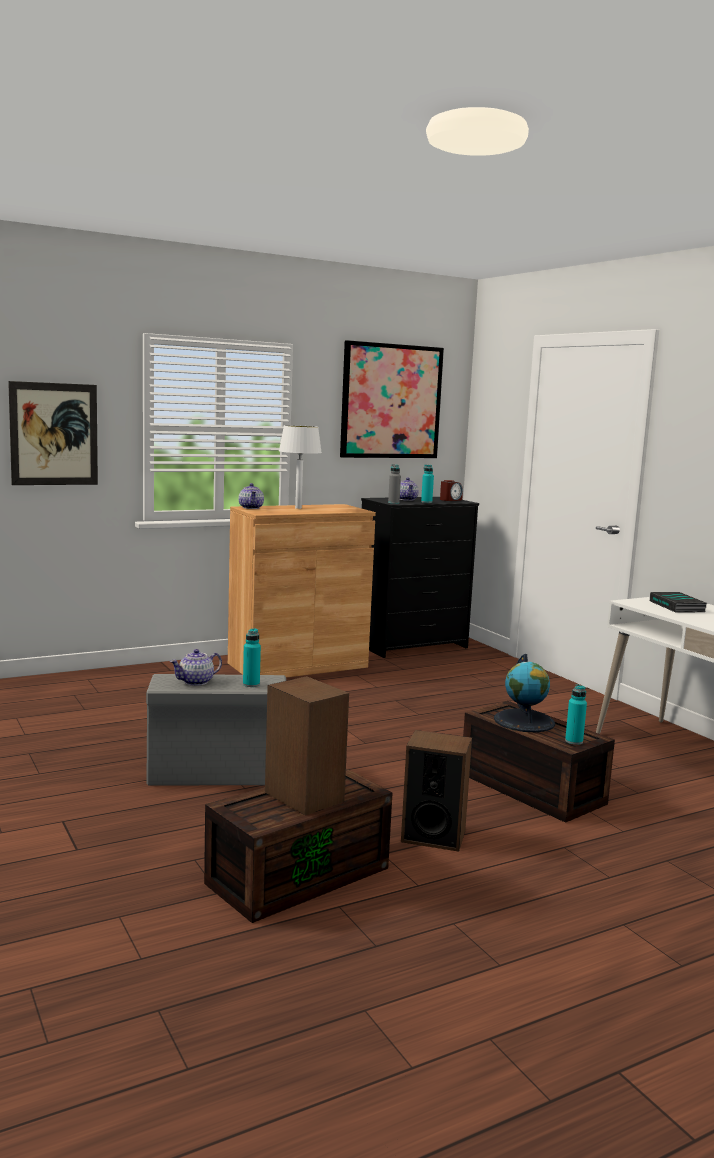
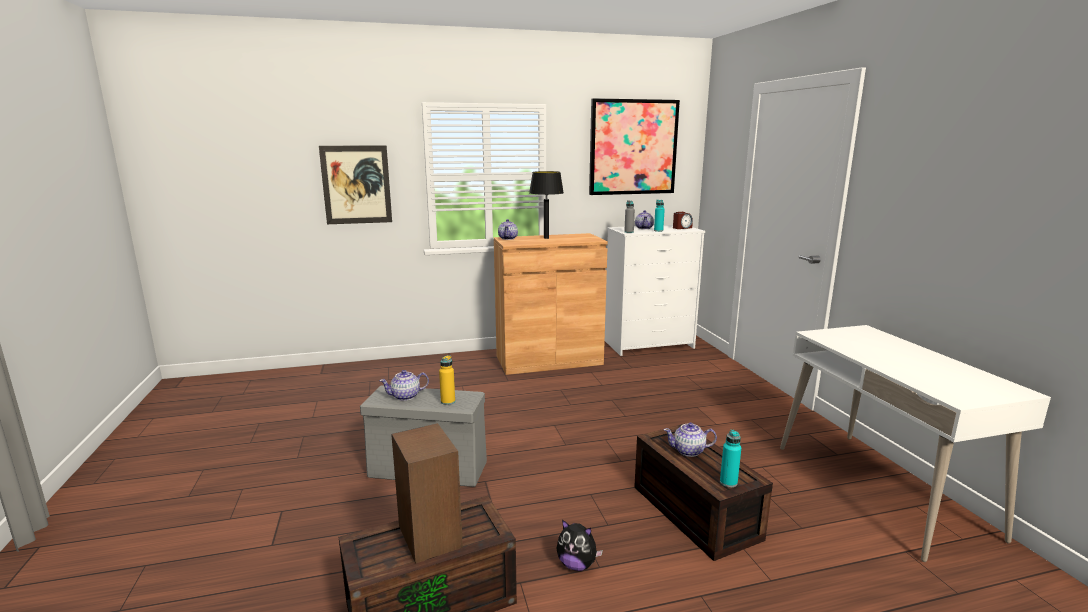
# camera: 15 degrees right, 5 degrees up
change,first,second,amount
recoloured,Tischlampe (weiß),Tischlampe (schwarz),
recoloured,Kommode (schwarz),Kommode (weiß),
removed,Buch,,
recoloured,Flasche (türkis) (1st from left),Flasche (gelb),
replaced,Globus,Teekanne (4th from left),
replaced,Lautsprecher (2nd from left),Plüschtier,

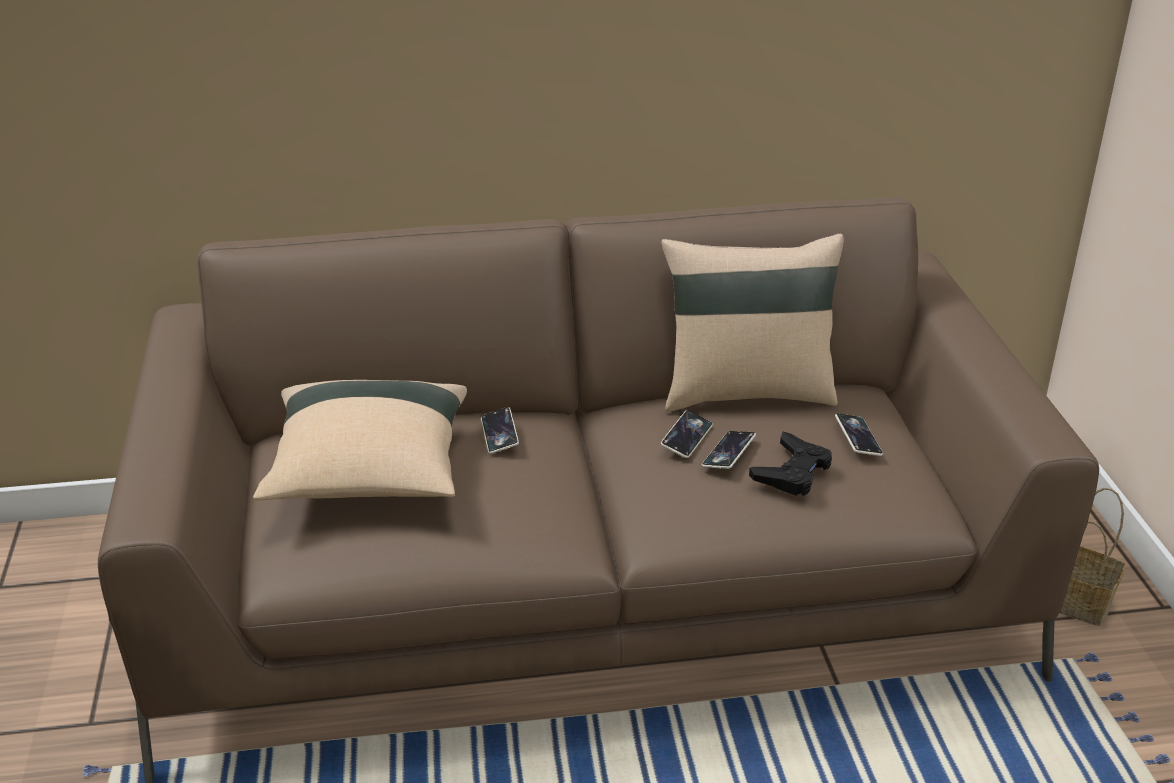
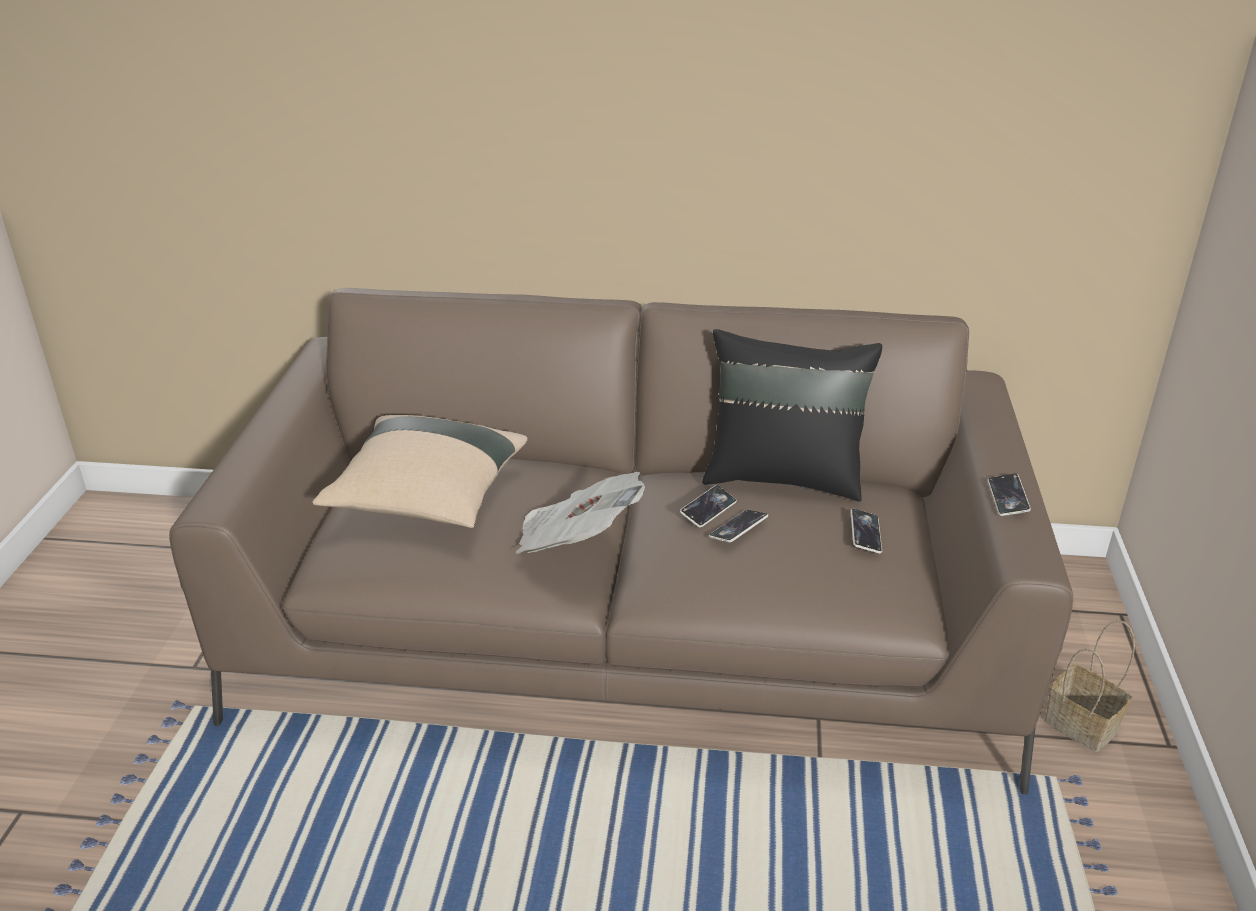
# camera: 15 degrees right, 0 degrees up
change,first,second,amount
recoloured,Kissen (beige) (2nd from left),Kissen (schwarz),
moved,Handy (1st from left in the first image),Handy (4th from left),
removed,Gamepad (schwarz),,
added,,Zeitung,

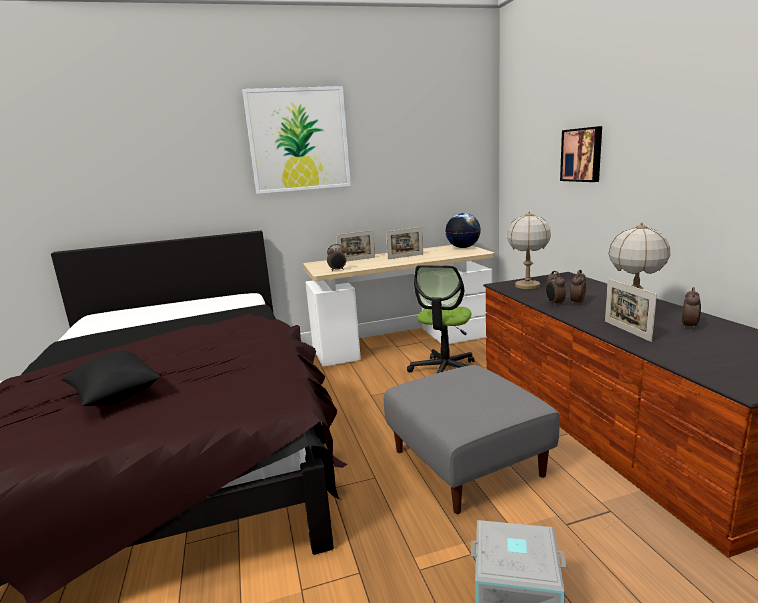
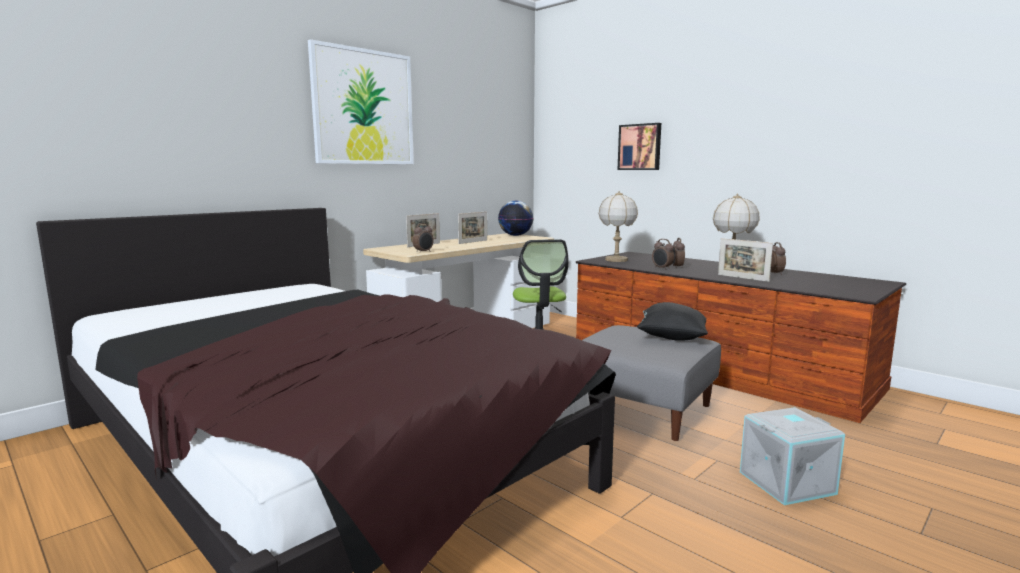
# camera: 30 degrees left, 5 degrees down
change,first,second,amount
moved,Kissen (schwarz),,

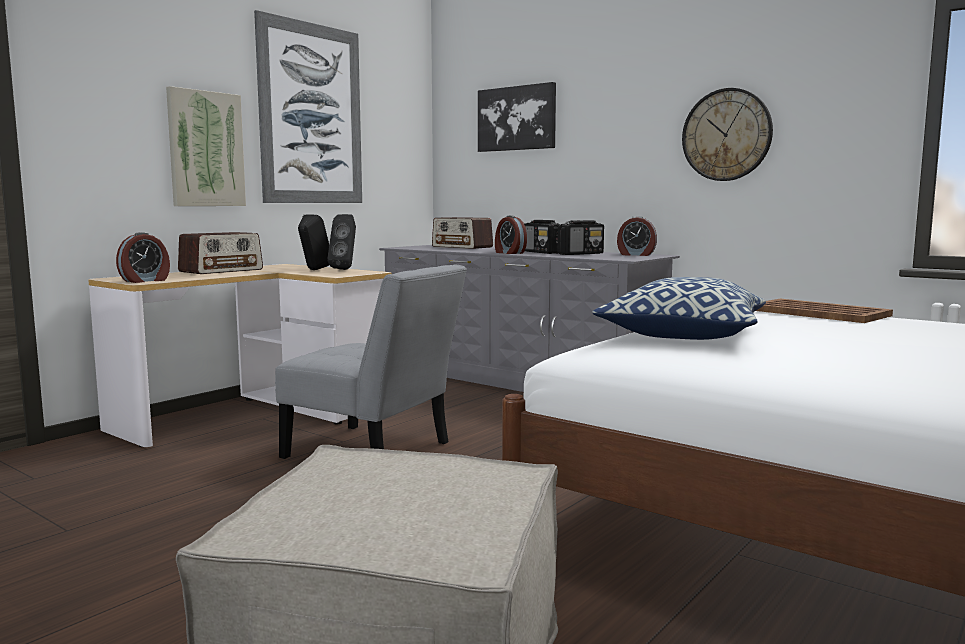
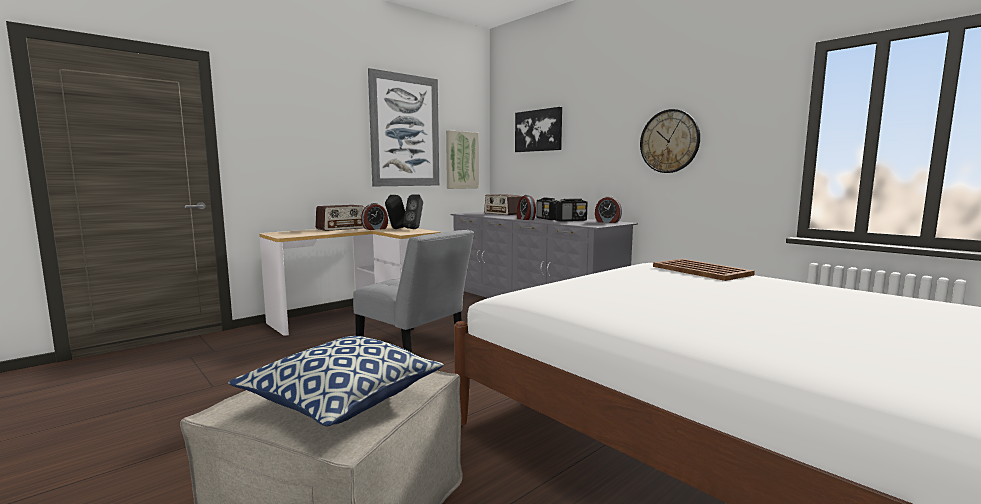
# camera: 10 degrees right, 0 degrees up
change,first,second,amount
moved,Bild (1st from left in the first image),Bild (2nd from left),
moved,Wecker (1st from left),,
moved,Kissen,,

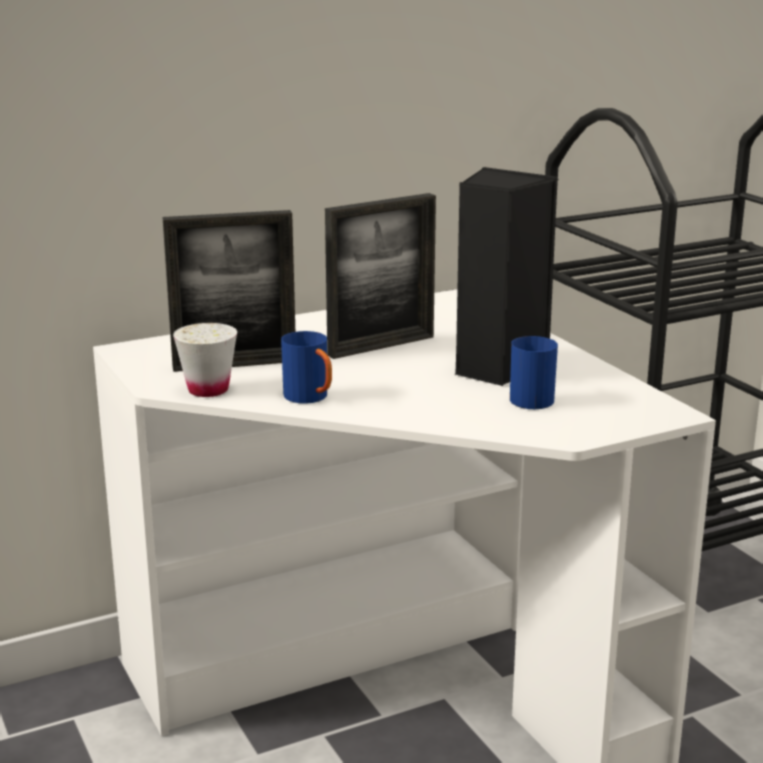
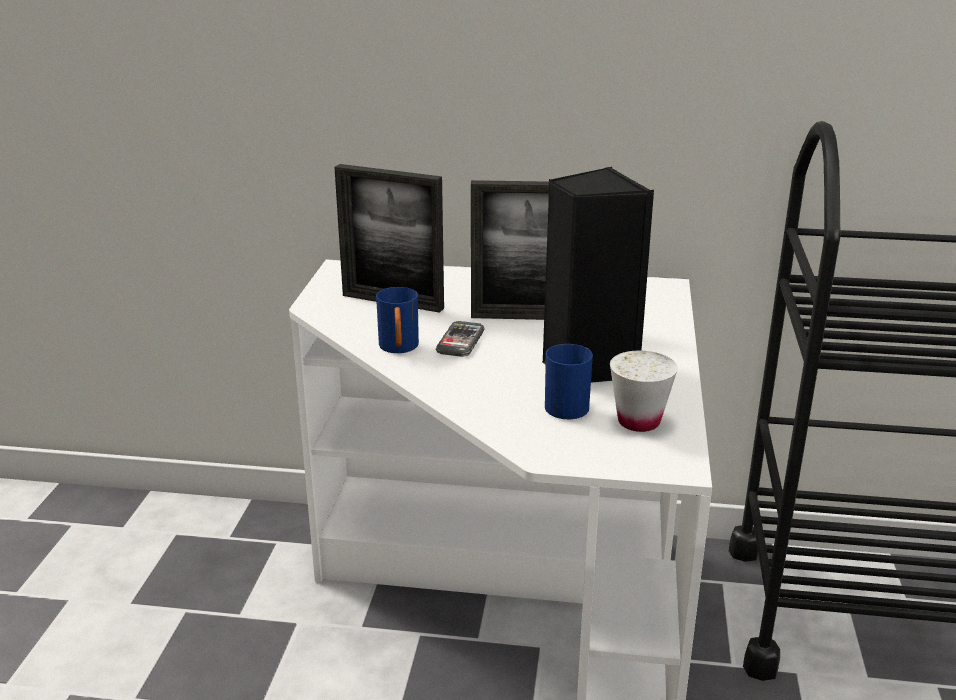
# camera: 35 degrees right, 5 degrees up
change,first,second,amount
moved,Tasse (weiß),,
added,,Handy,

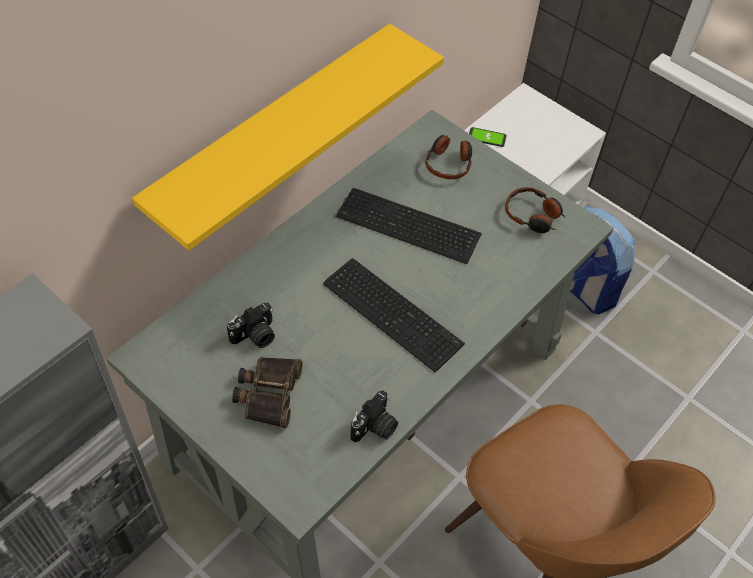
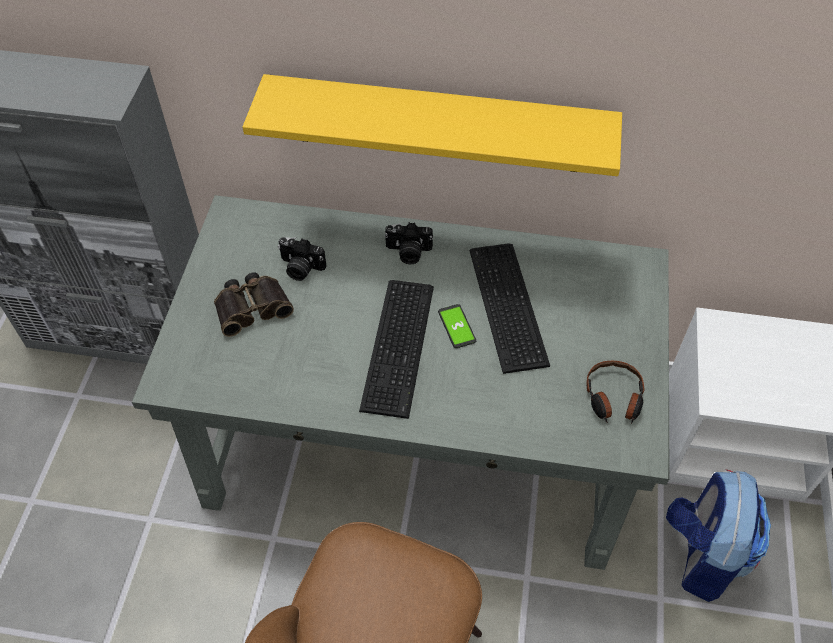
# camera: 60 degrees right, 0 degrees up
change,first,second,amount
moved,Handy,,
removed,Kopfhörer (1st from left),,
moved,Kamera (2nd from left),,

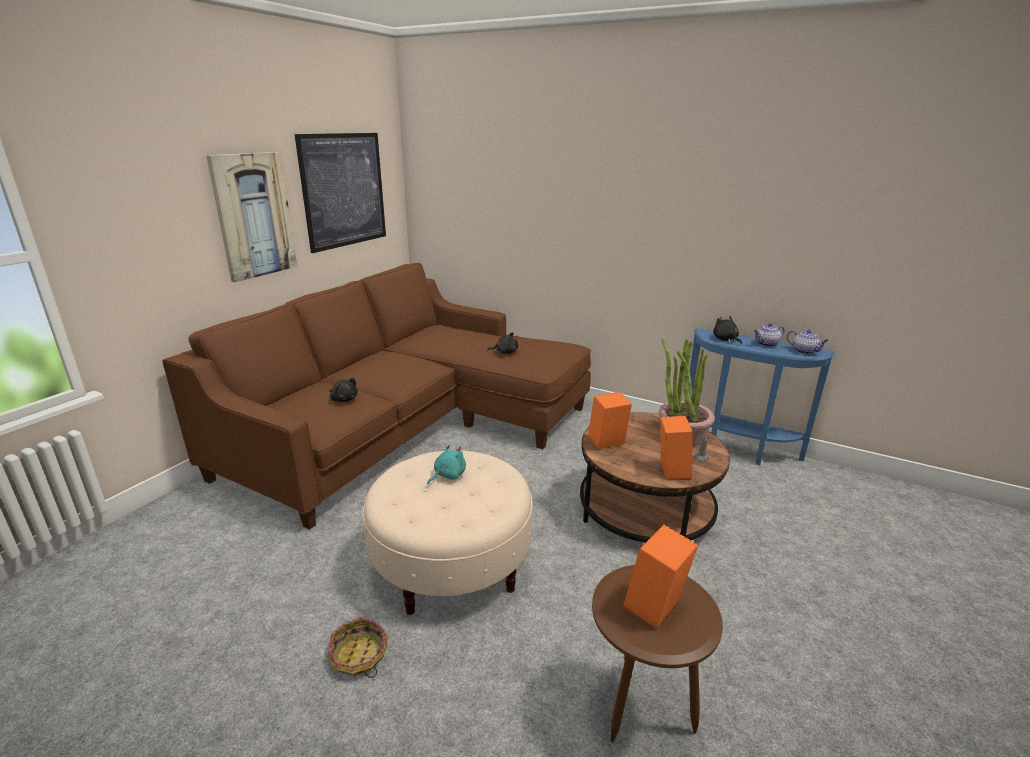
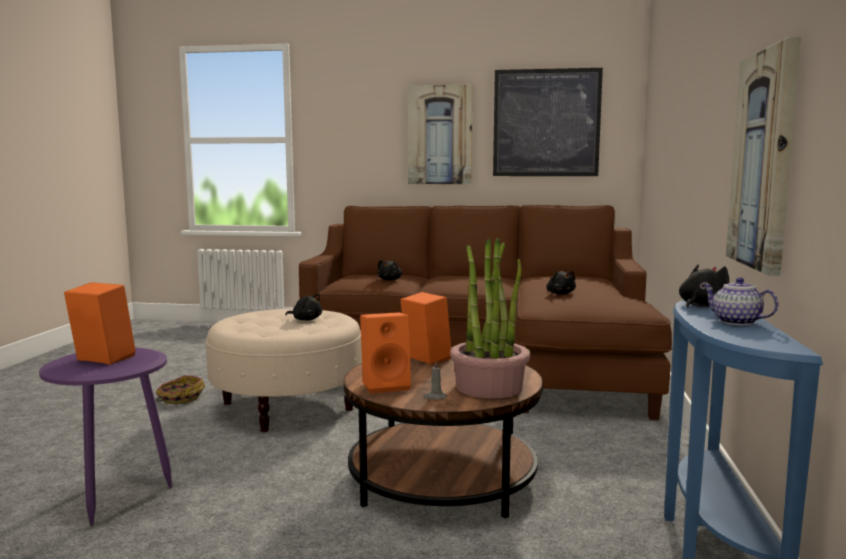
# camera: 70 degrees right, 15 degrees down
change,first,second,amount
removed,Teekanne (2nd from left),,
recoloured,Plüschtier (türkis),Plüschtier (schwarz) (1st from left),
recoloured,Beistelltisch (braun),Beistelltisch (lila),
added,,Bild (3rd from left),

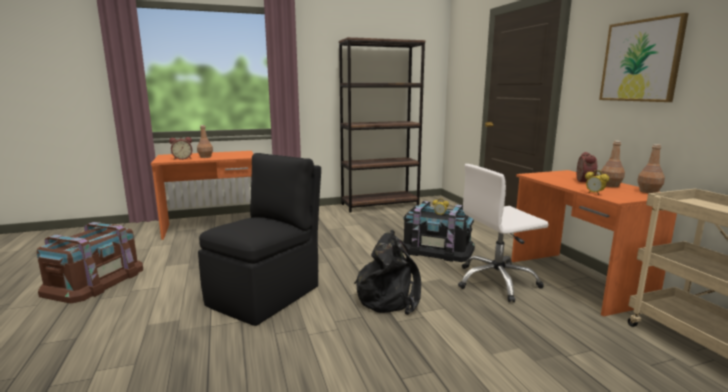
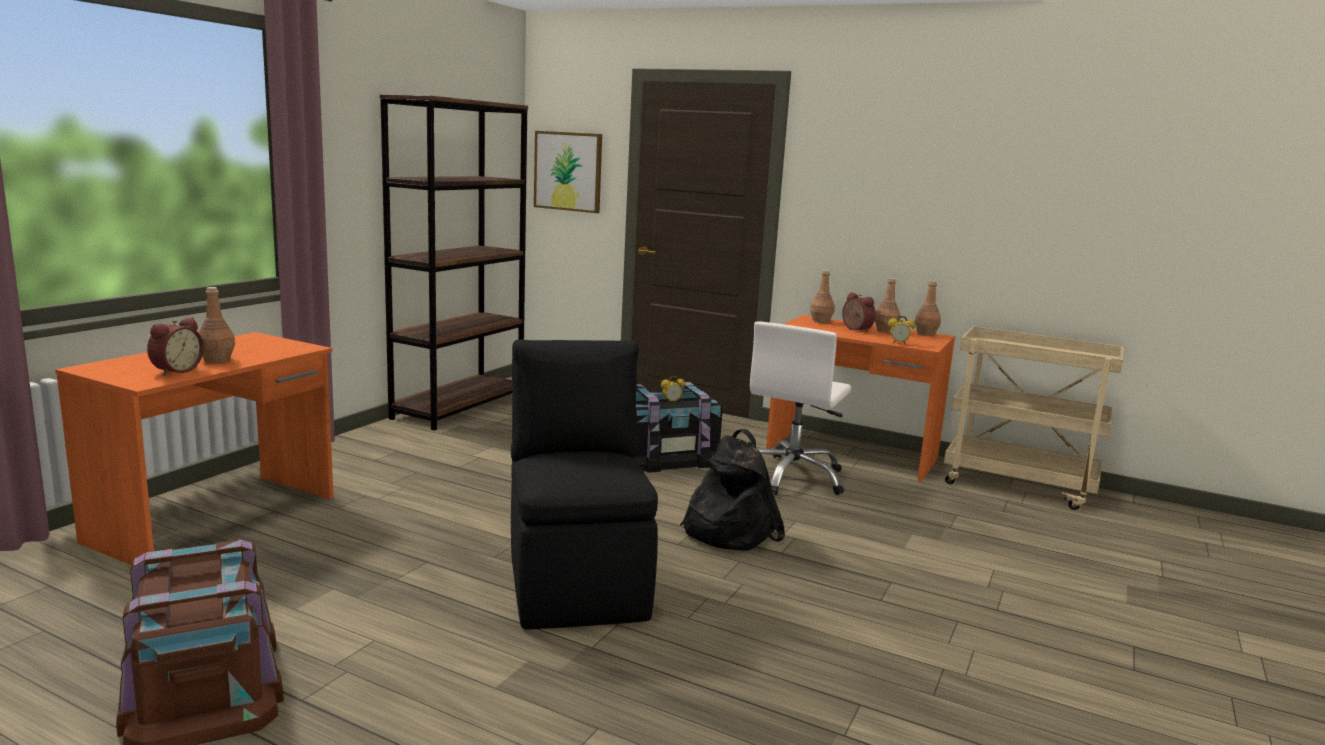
# camera: 45 degrees left, 0 degrees up
change,first,second,amount
moved,Bild,,
added,,Flasche (braun) (2nd from left),

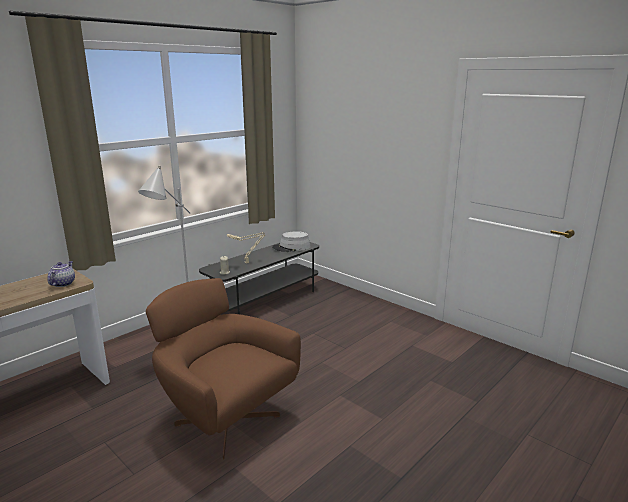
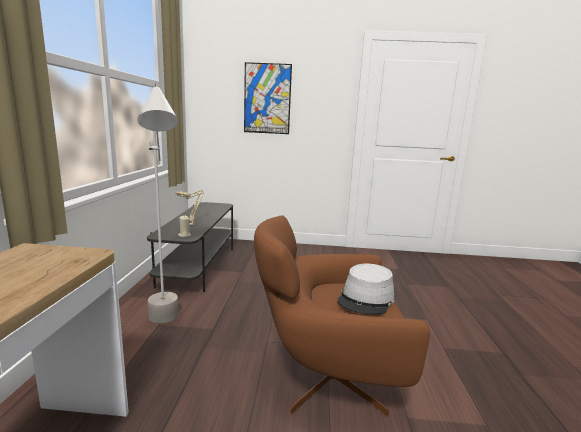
# camera: 40 degrees left, 5 degrees down
change,first,second,amount
moved,Hut (grau),,
removed,Teekanne,,
added,,Bild,

